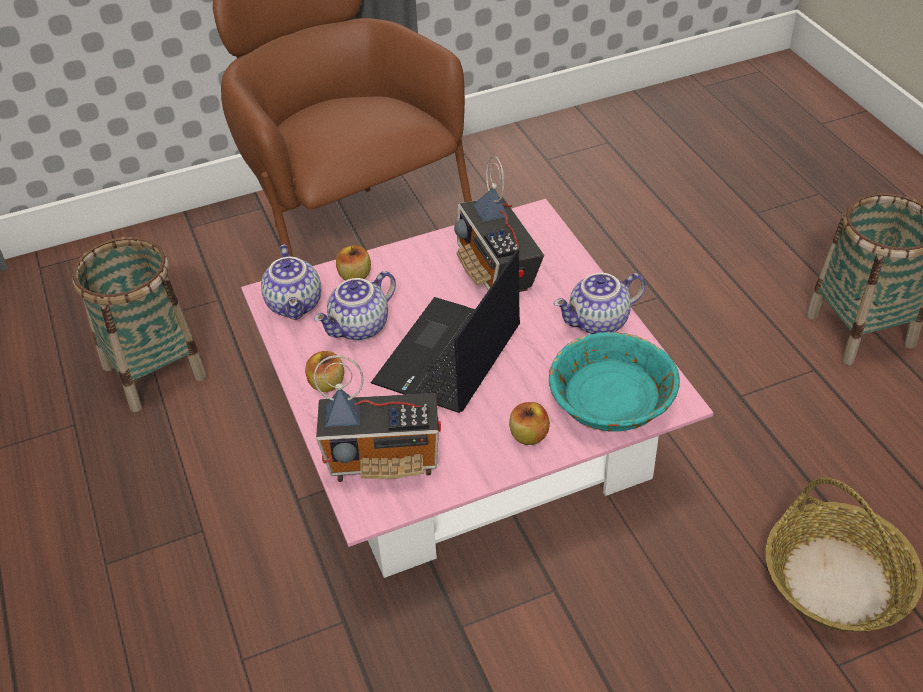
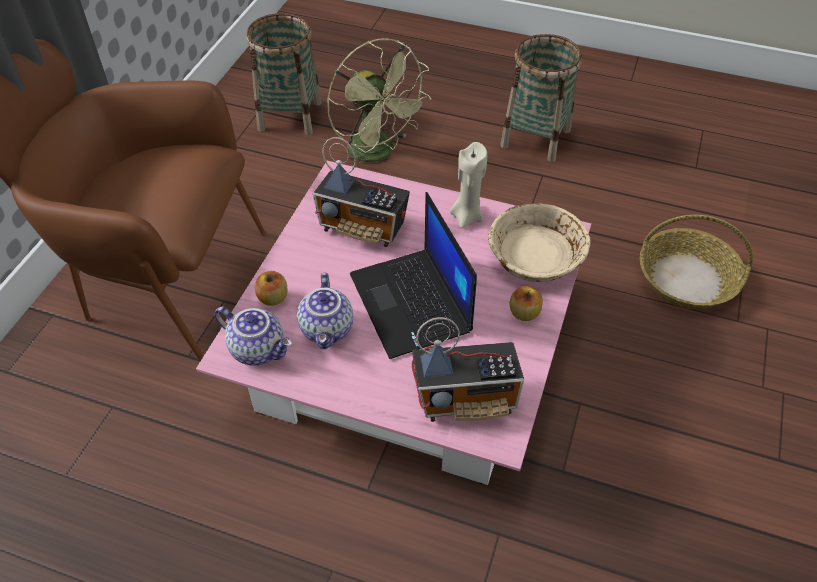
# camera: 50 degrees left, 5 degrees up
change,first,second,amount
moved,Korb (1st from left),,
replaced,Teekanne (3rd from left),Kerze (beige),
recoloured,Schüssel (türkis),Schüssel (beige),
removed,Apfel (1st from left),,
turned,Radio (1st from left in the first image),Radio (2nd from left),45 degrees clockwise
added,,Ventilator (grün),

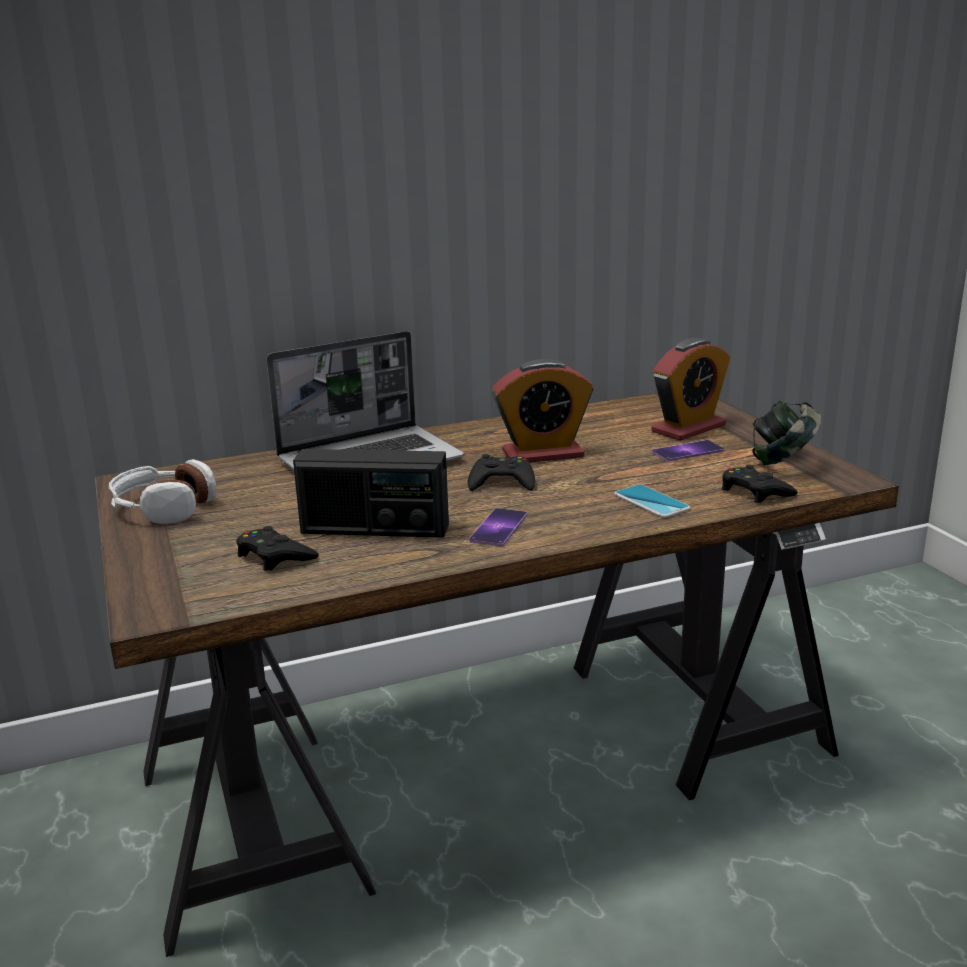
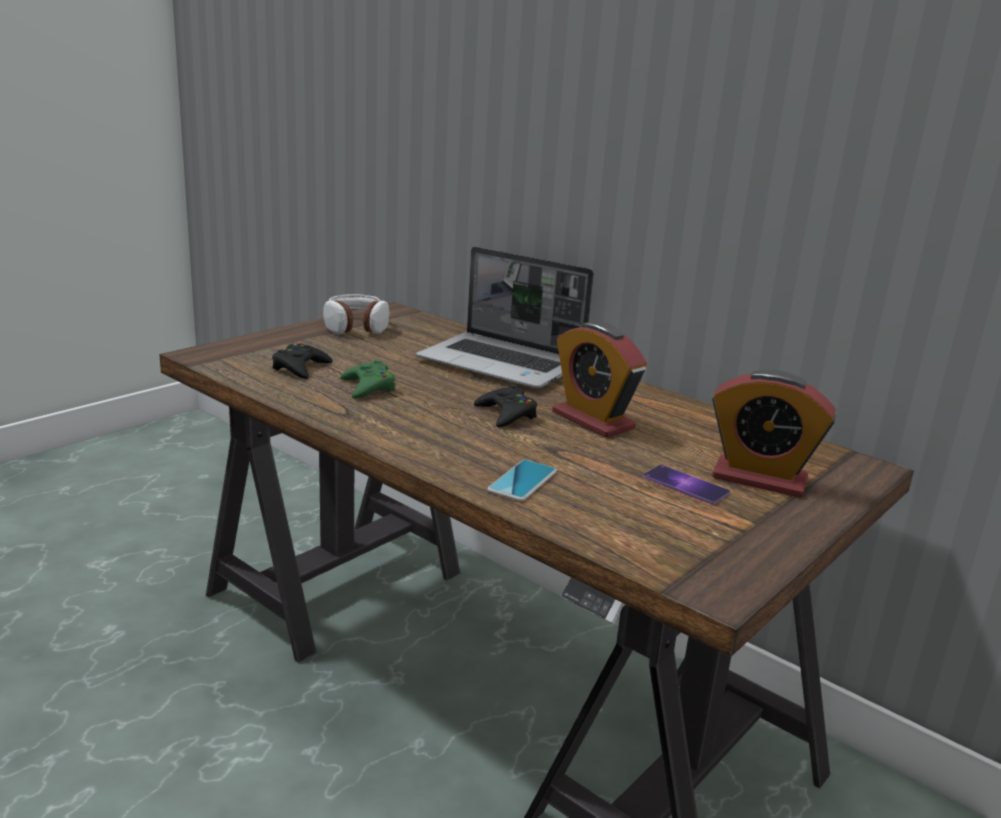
# camera: 60 degrees right, 0 degrees up
change,first,second,amount
removed,Kopfhörer (2nd from left),,
replaced,Radio,Gamepad (grün),
removed,Gamepad (schwarz) (3rd from left),,
removed,Handy (1st from left),,

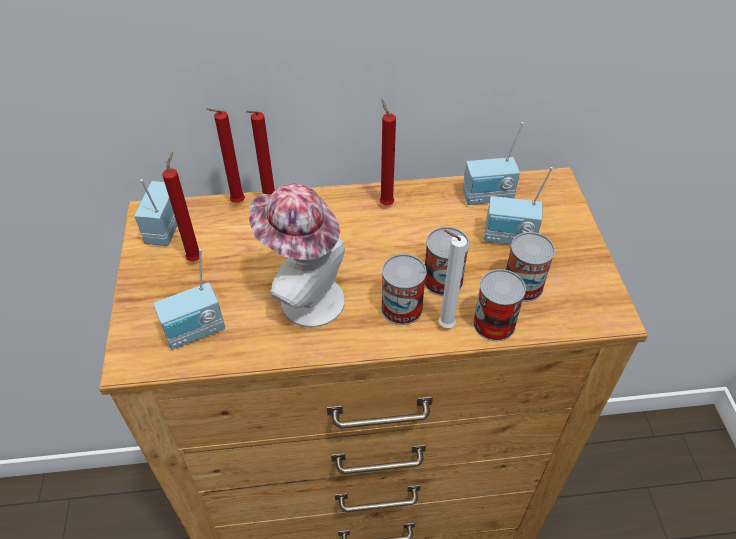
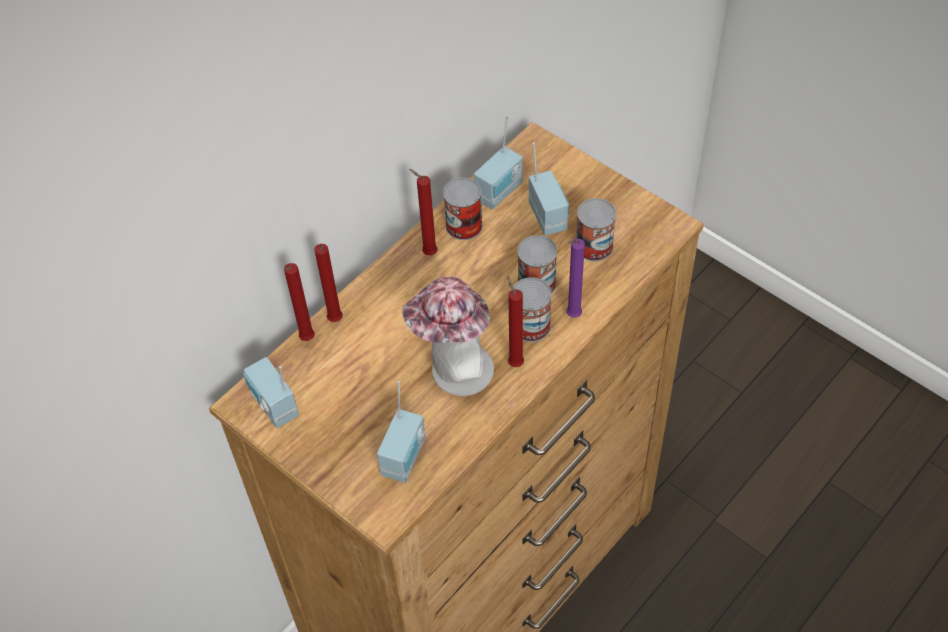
# camera: 40 degrees left, 5 degrees up
change,first,second,amount
moved,Kerze (rot) (1st from left in the first image),Kerze (rot) (4th from left),
turned,Radio (4th from left),,75 degrees counterclockwise
recoloured,Kerze (weiß),Kerze (lila),
moved,Dose (3rd from left in the first image),Dose (1st from left),

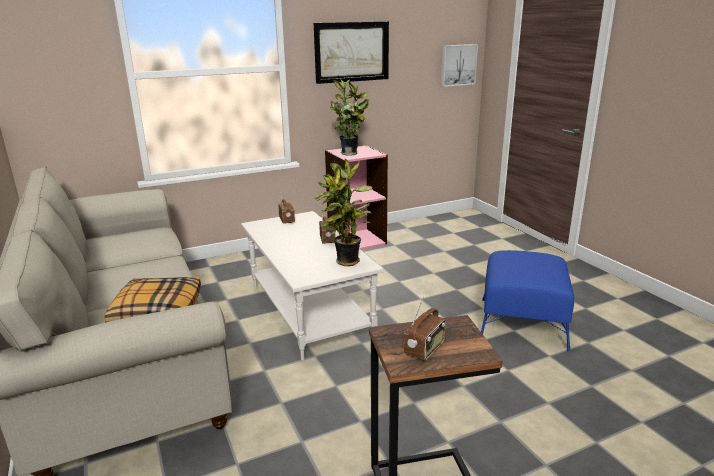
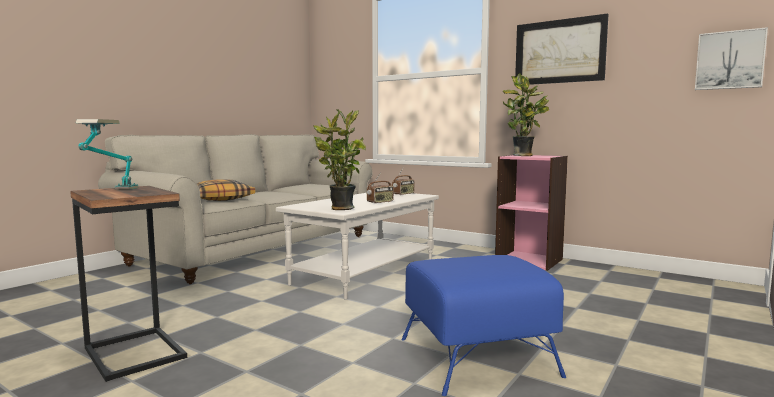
# camera: 60 degrees right, 15 degrees down
change,first,second,amount
replaced,Radio (3rd from left),Tischlampe,

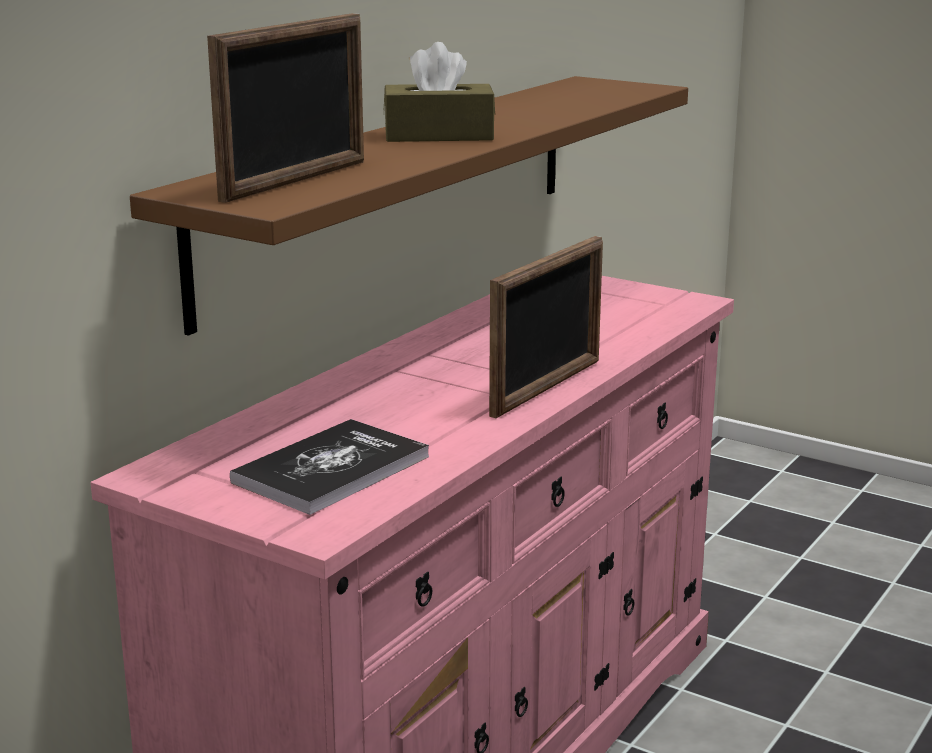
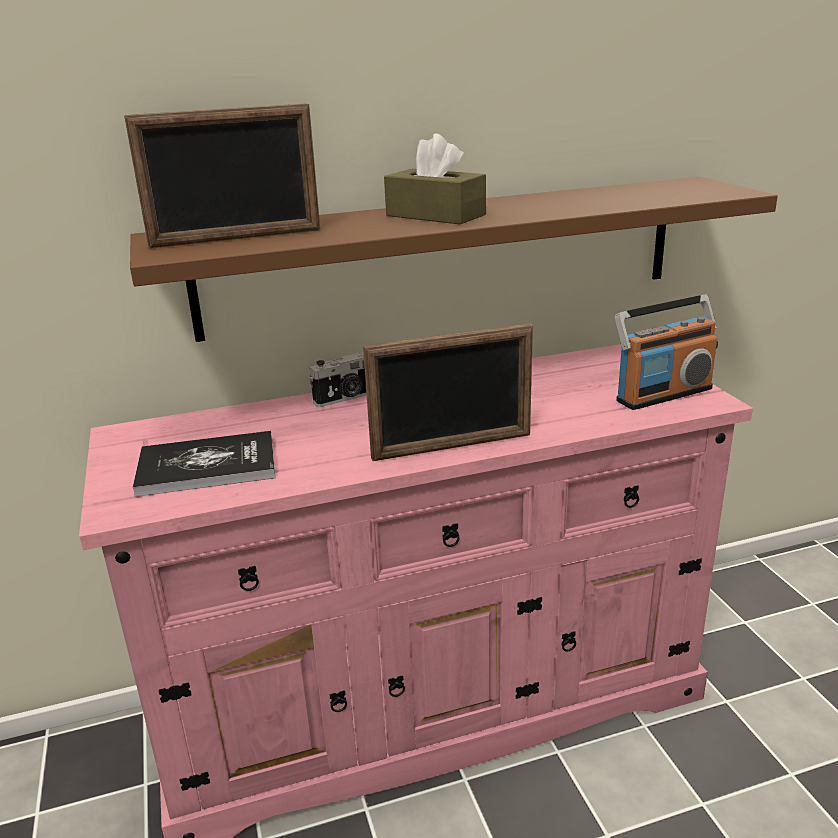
# camera: 40 degrees right, 5 degrees up
change,first,second,amount
added,,Radio,
added,,Kamera,

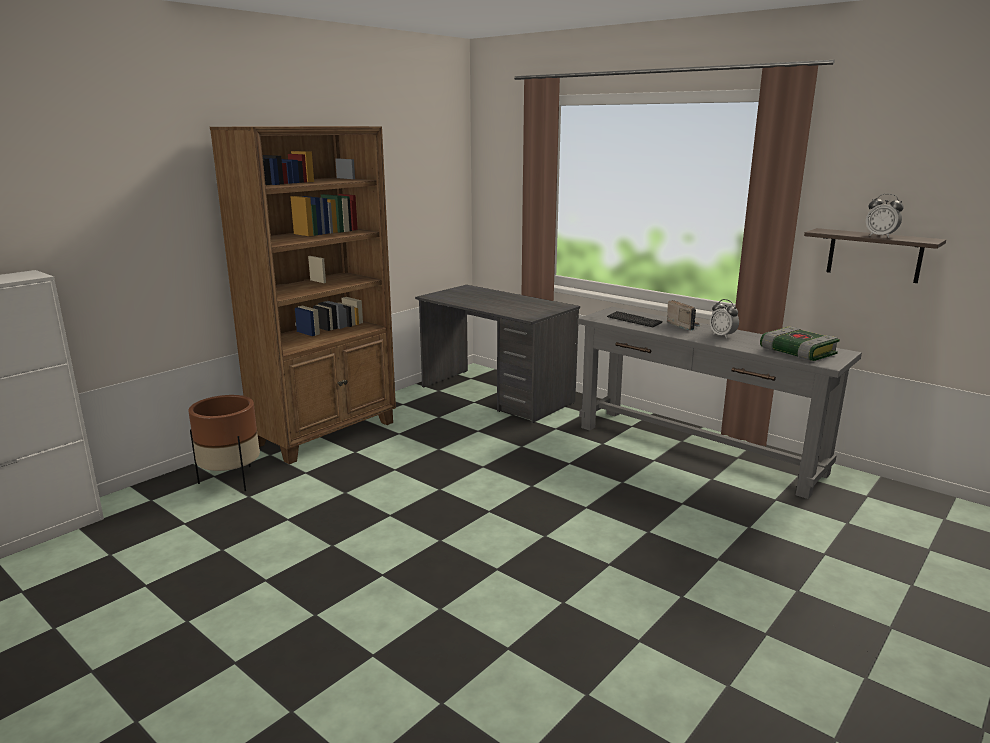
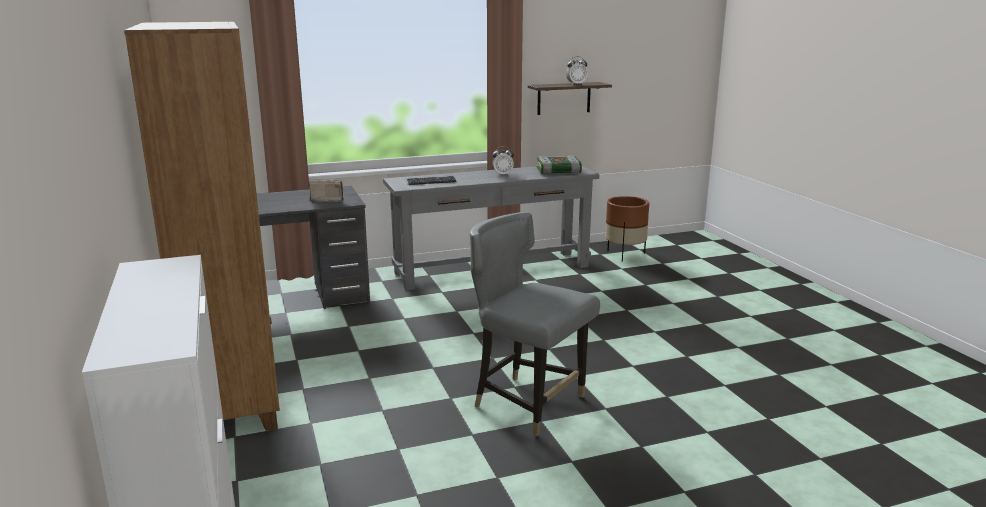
# camera: 60 degrees left, 0 degrees up
change,first,second,amount
moved,Radio,,
moved,Pflanzkübel (braun),,
added,,Stuhl (grau),

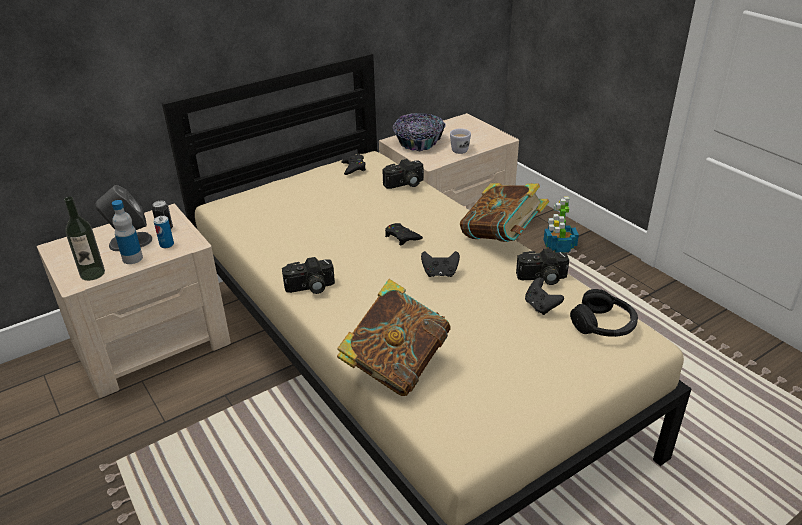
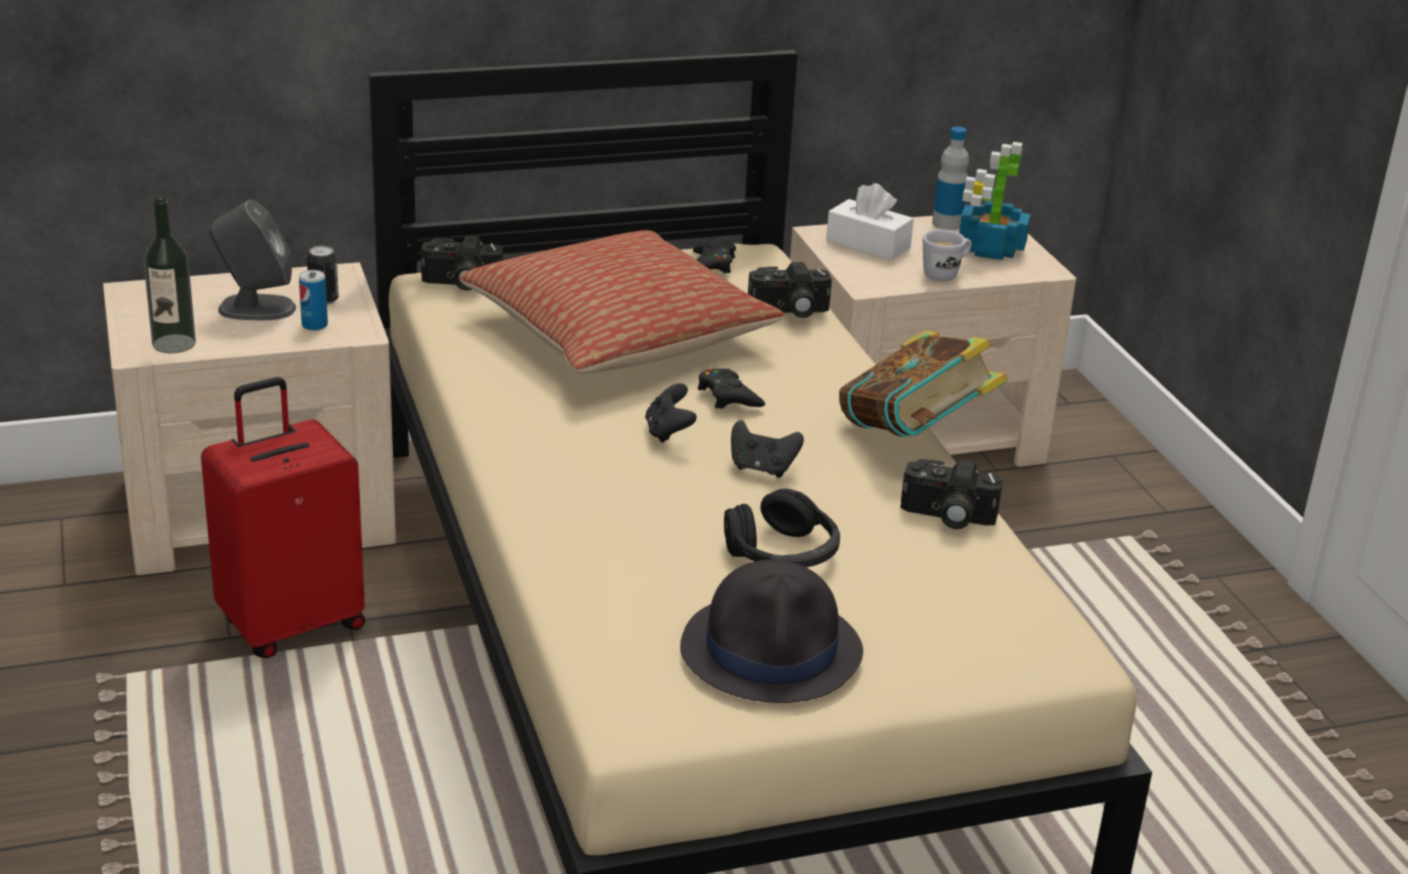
# camera: 15 degrees right, 5 degrees down
change,first,second,amount
replaced,Schüssel,Taschentuchbox (weiß),
moved,Topfpflanze,,
moved,Flasche (2nd from left),,
moved,Kamera (1st from left),,
moved,Gamepad (schwarz) (4th from left in the first image),Gamepad (schwarz) (1st from left),
removed,Buch (1st from left),,
moved,Kopfhörer (schwarz),,
added,,Kissen,
added,,Koffer (rot),
added,,Hut (schwarz),

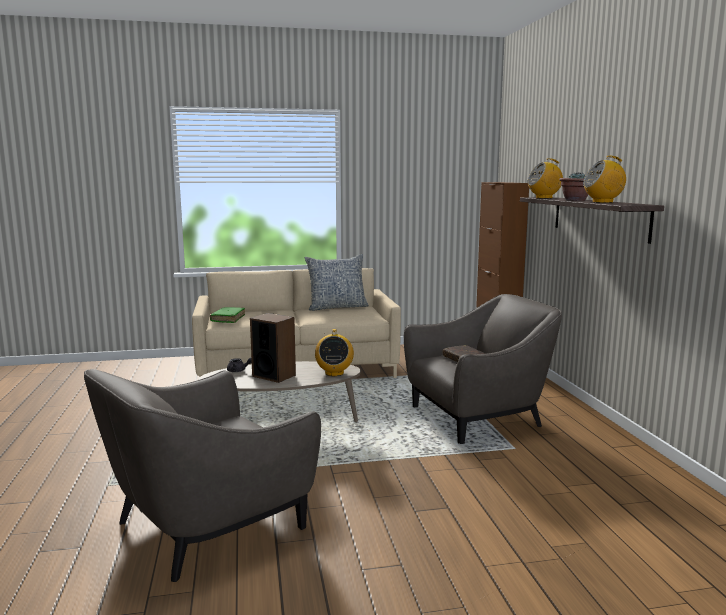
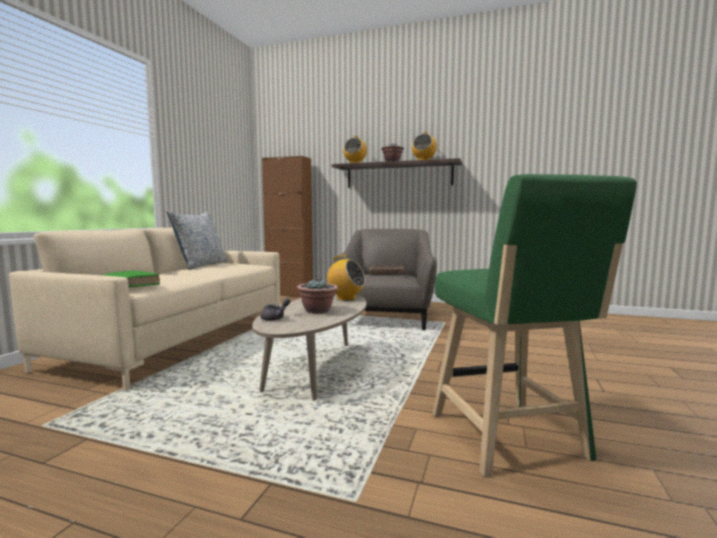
# camera: 60 degrees left, 5 degrees down
change,first,second,amount
replaced,Lautsprecher,Topfpflanze (1st from left),
replaced,Sessel (grau) (1st from left),Hocker (grün),

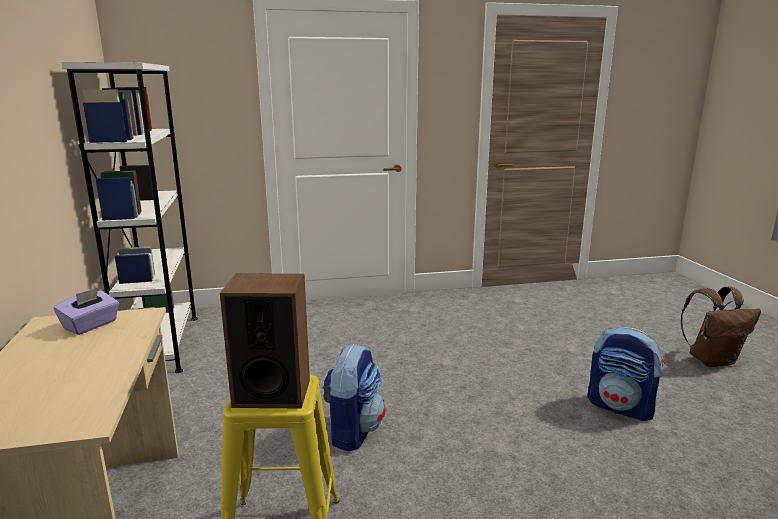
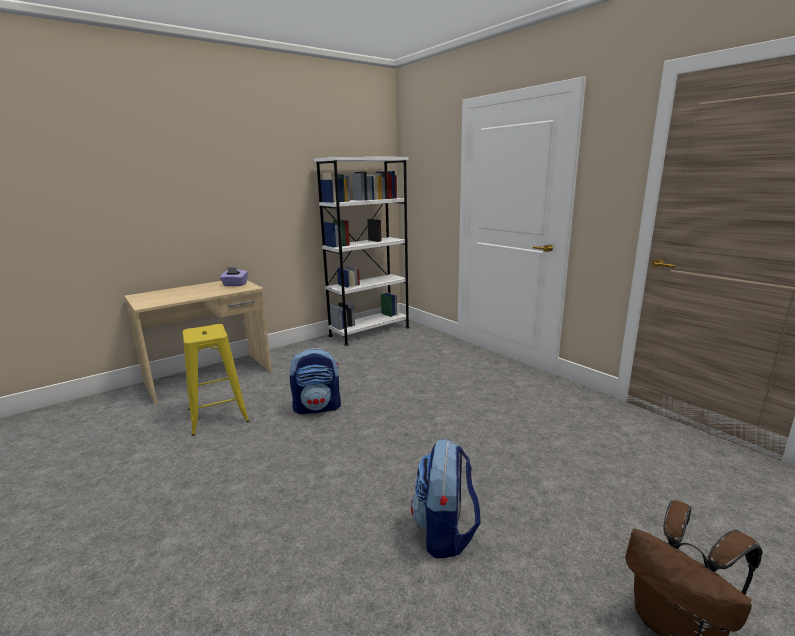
# camera: 65 degrees right, 0 degrees up
change,first,second,amount
removed,Lautsprecher,,

